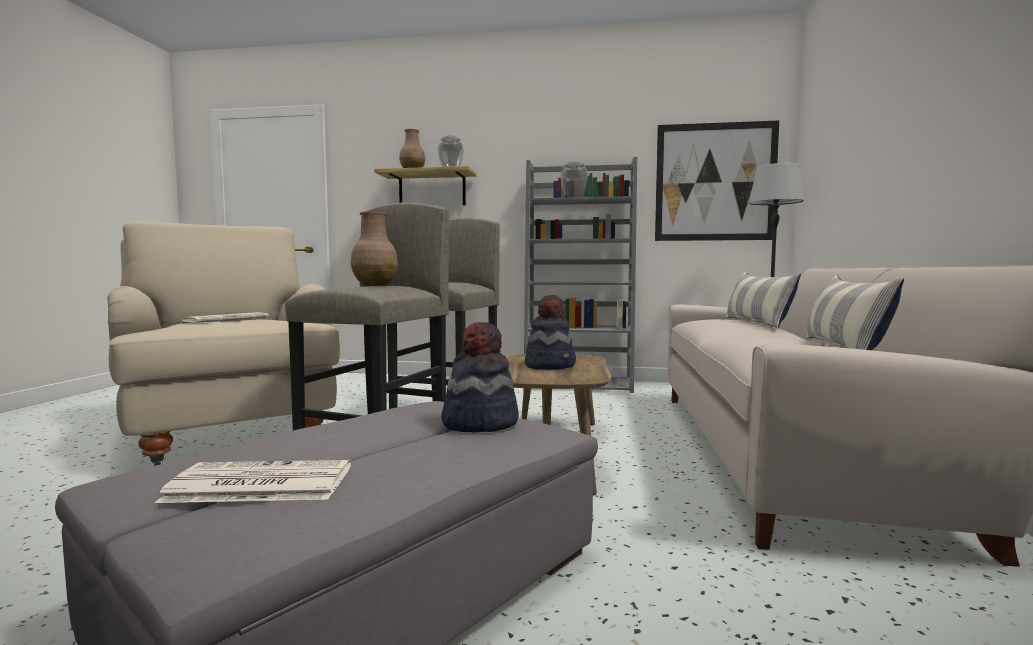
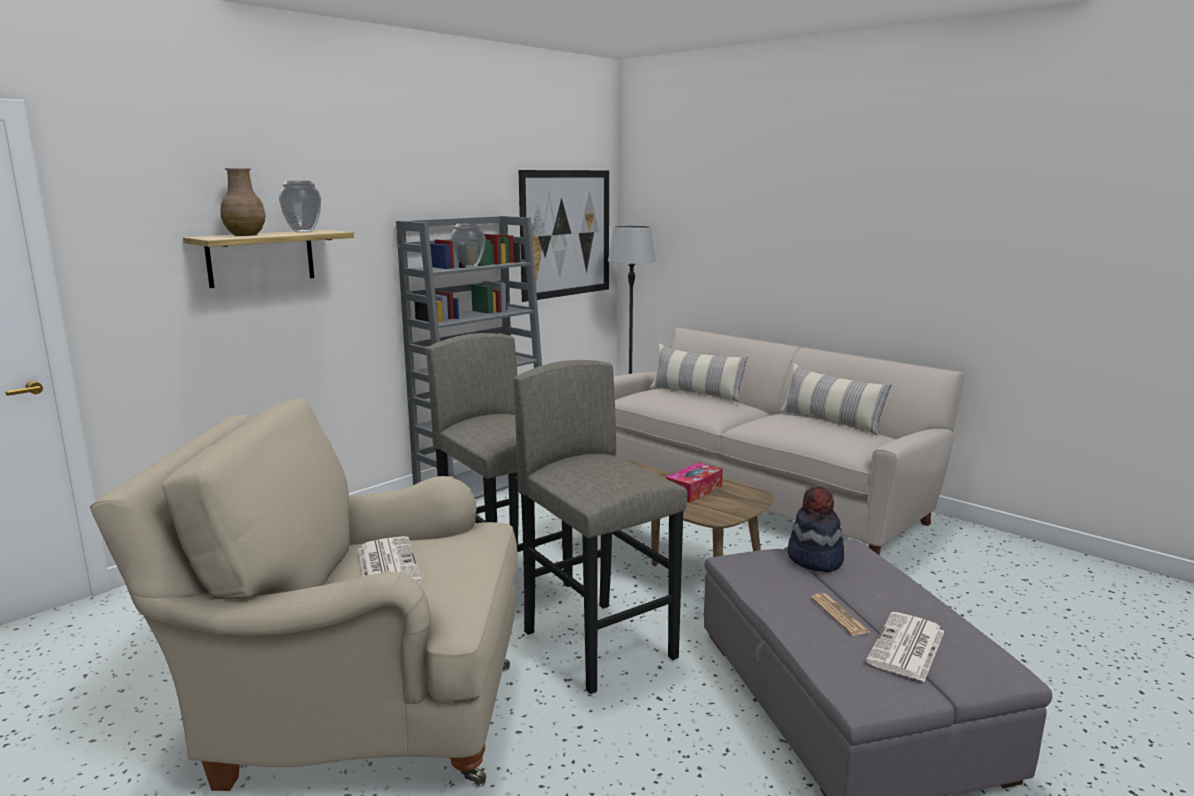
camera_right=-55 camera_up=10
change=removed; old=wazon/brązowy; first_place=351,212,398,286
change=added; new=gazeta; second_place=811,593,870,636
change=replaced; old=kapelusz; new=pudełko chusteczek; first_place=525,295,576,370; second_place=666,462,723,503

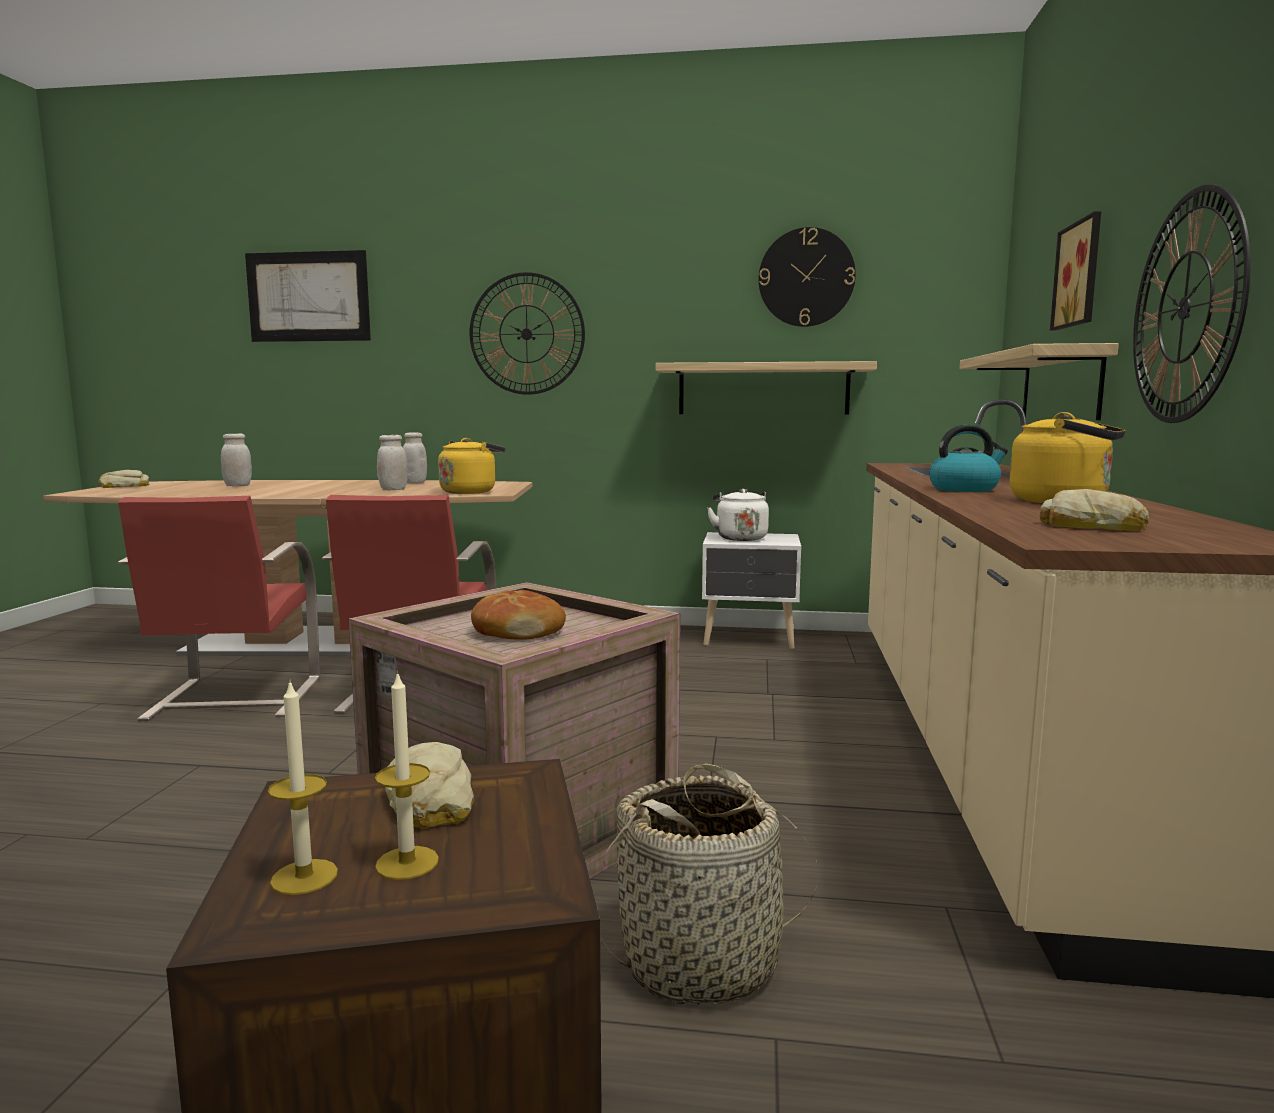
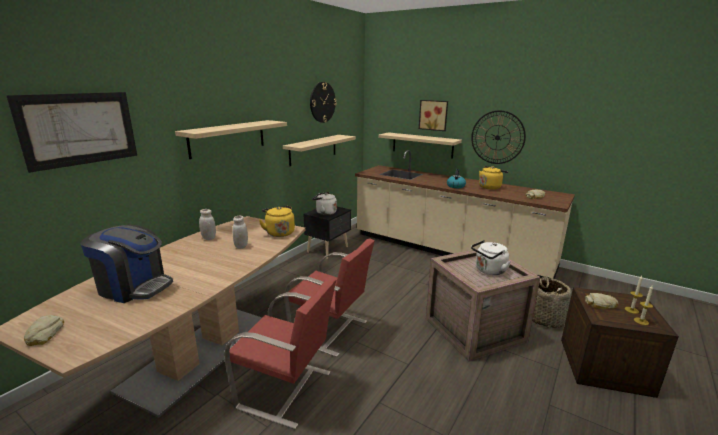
camera_right=-65 camera_up=10
change=replaced; old=słoik/biały; new=ekspres do kawy; first_place=221,433,252,487; second_place=80,225,173,303
change=replaced; old=zegar ścienny; new=półka; first_place=470,272,585,395; second_place=175,120,287,159
change=replaced; old=chleb; new=czajnik/biały; first_place=471,590,566,640; second_place=471,240,511,275
change=recoloured; old=szafka nocna/biały; new=szafka nocna/czarny; first_place=702,532,801,649; second_place=303,207,351,259

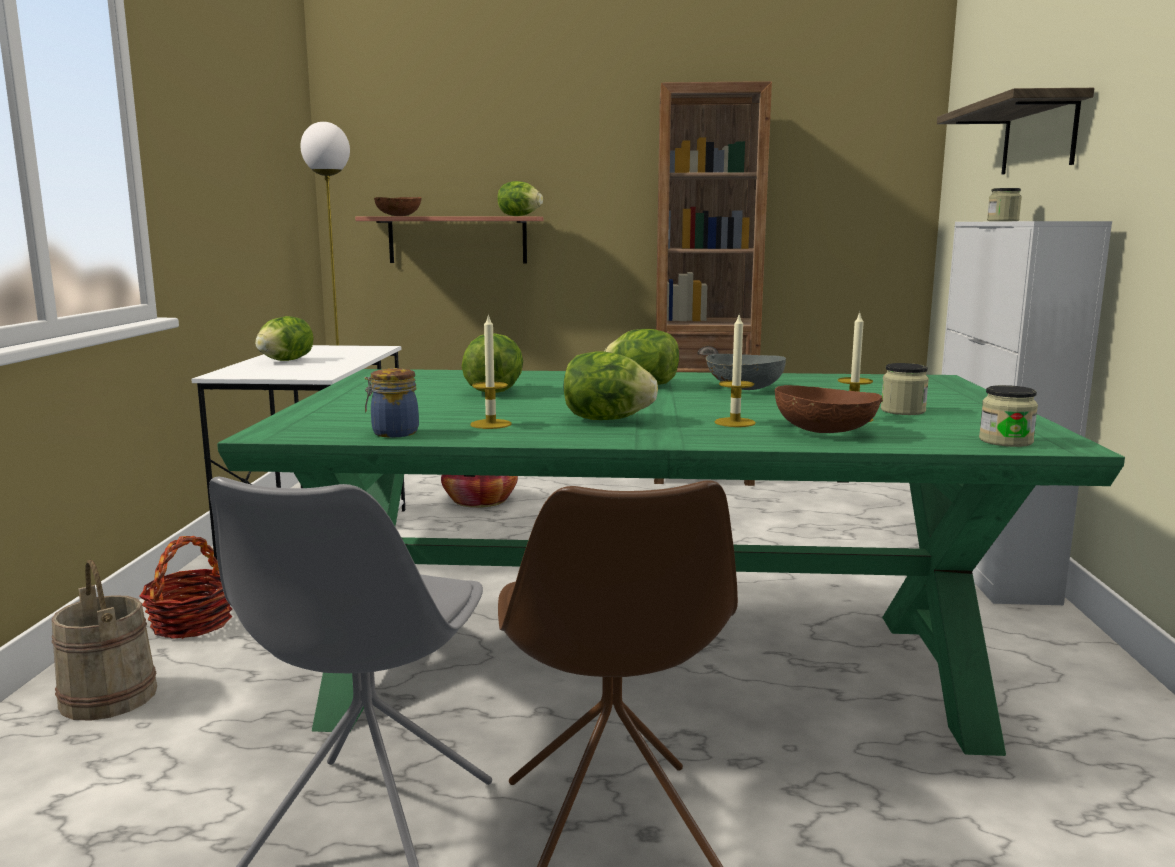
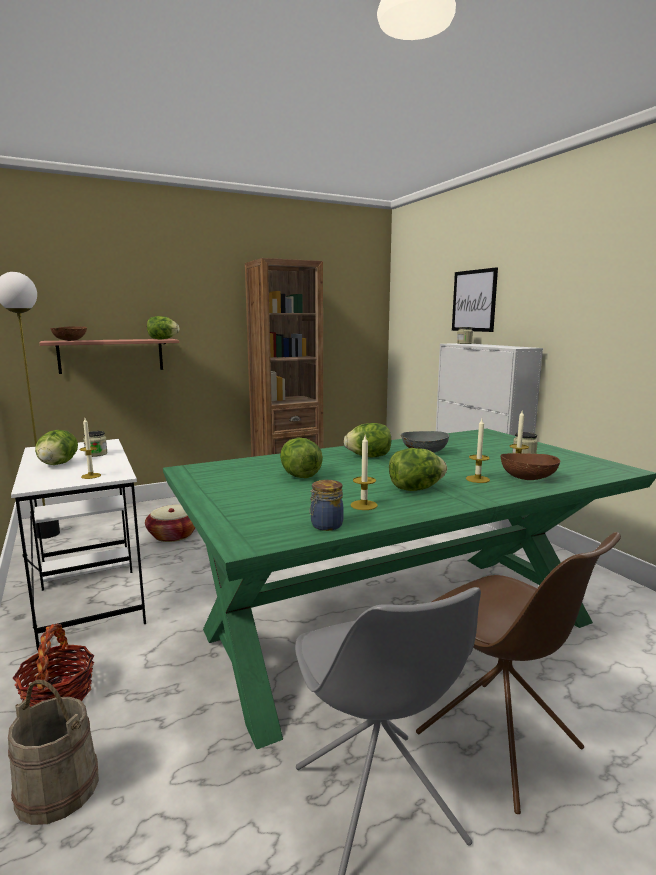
camera_right=-30 camera_up=0
change=added; new=świeca; second_place=80,418,101,479
change=moved; old=słoik; first_place=979,385,1038,447; second_place=83,431,108,457
change=replaced; old=półka; new=obraz; first_place=937,88,1095,174; second_place=452,267,498,332

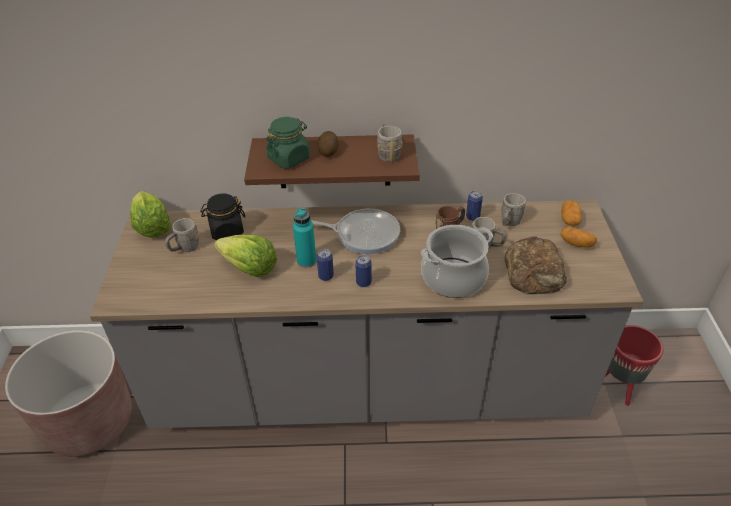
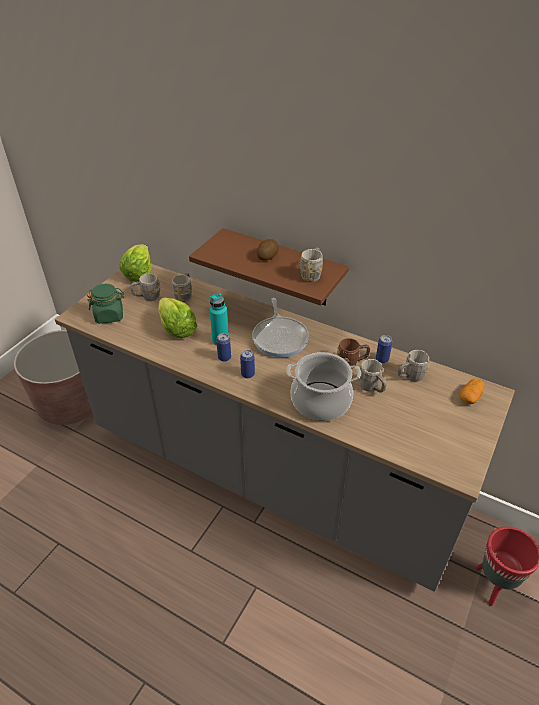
camera_right=30 camera_up=0
change=removed; old=chleb; first_place=505,236,567,294
change=removed; old=ziemniak; first_place=561,227,597,248
change=moved; old=słoik/zielony; first_place=266,117,310,169; second_place=87,284,124,324
change=replaced; old=słoik/czarny; new=kubek/szary; first_place=200,193,245,240; second_place=172,273,192,302
change=turned; old=patelnia; first_place=311,209,400,254; second_place=252,298,309,357; degrees=45

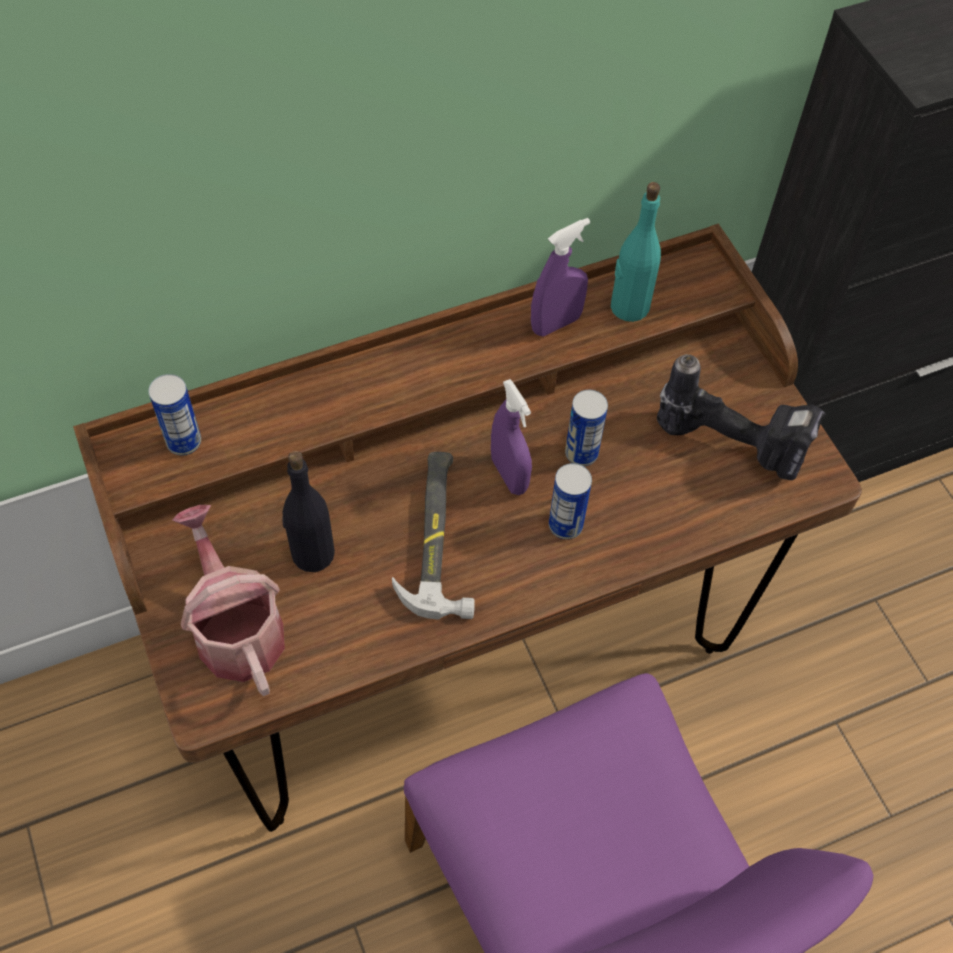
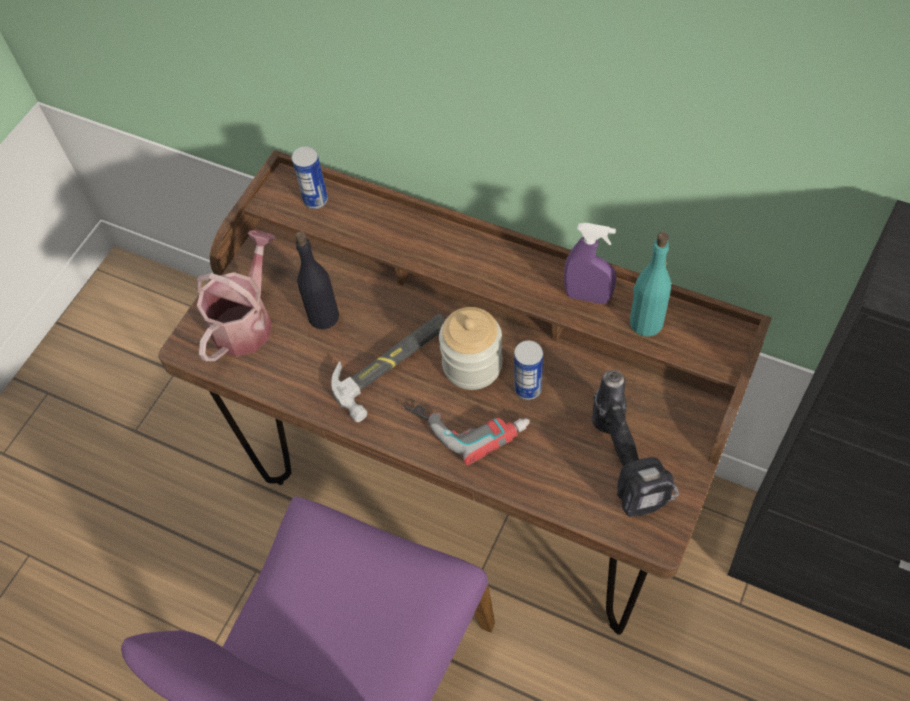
camera_right=55 camera_up=0
change=replaced; old=spryskiwacz/fioletowy; new=słoik; first_place=491,379,532,495; second_place=439,307,503,390
change=replaced; old=puszka; new=wiertarka; first_place=549,463,592,539; second_place=404,405,530,465

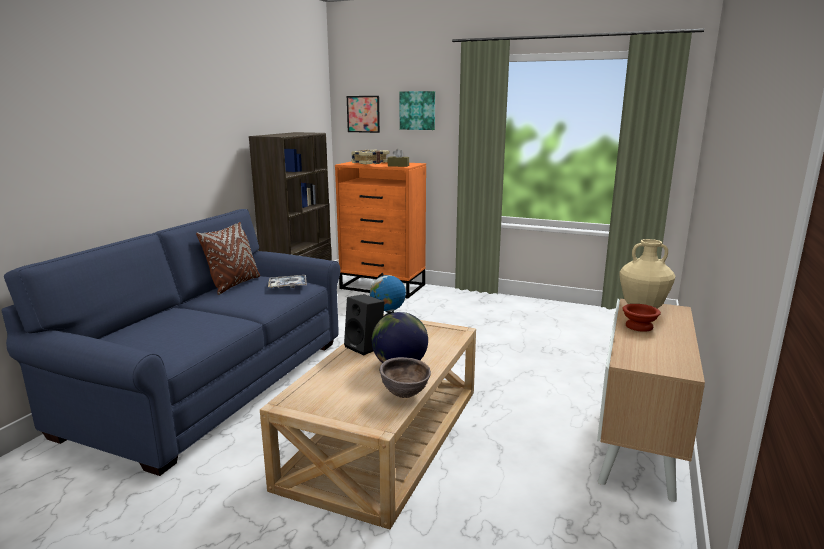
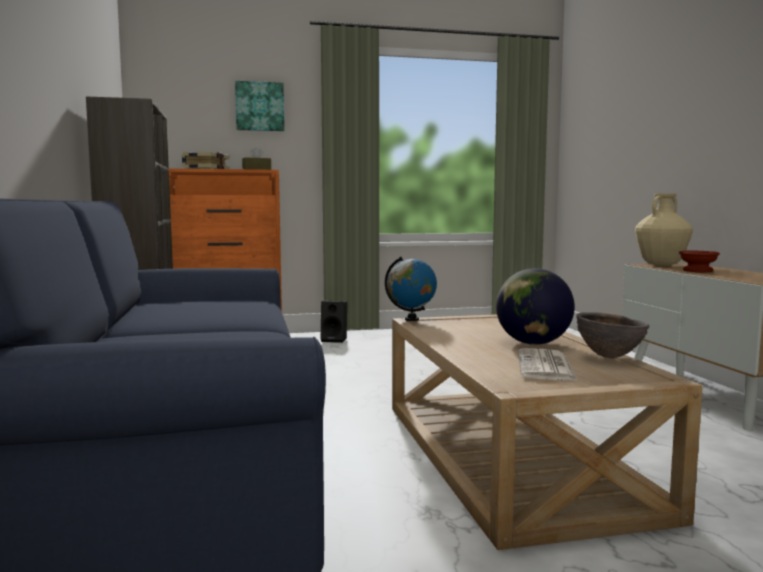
camera_right=-35 camera_up=-10
change=removed; old=poduszka/brązowy; first_place=196,222,260,295
change=removed; old=taca; first_place=268,275,307,288
change=removed; old=obraz; first_place=347,96,380,133
change=added; new=gazeta; second_place=518,349,577,381
change=moved; old=głośnik/czarny; first_place=344,294,385,355; second_place=321,301,347,343

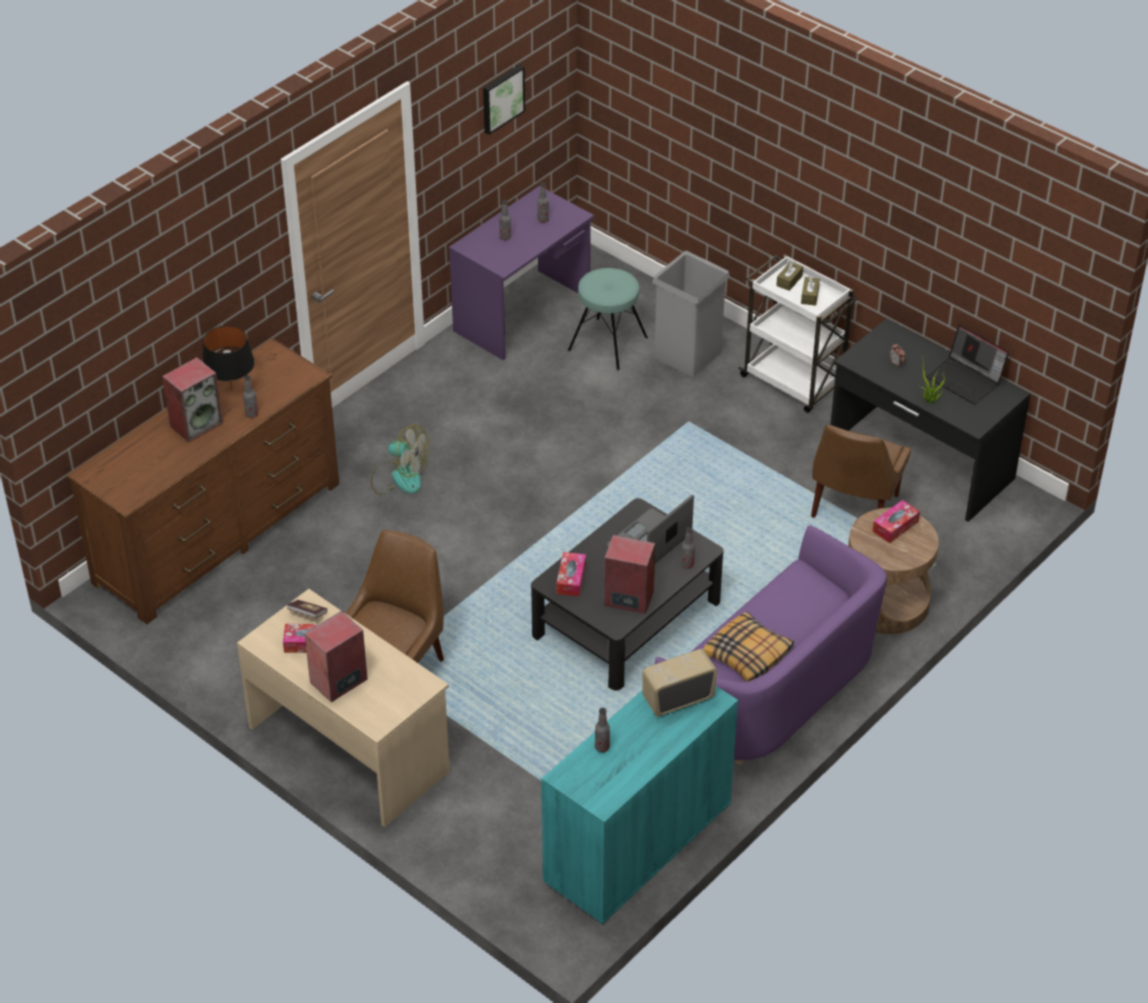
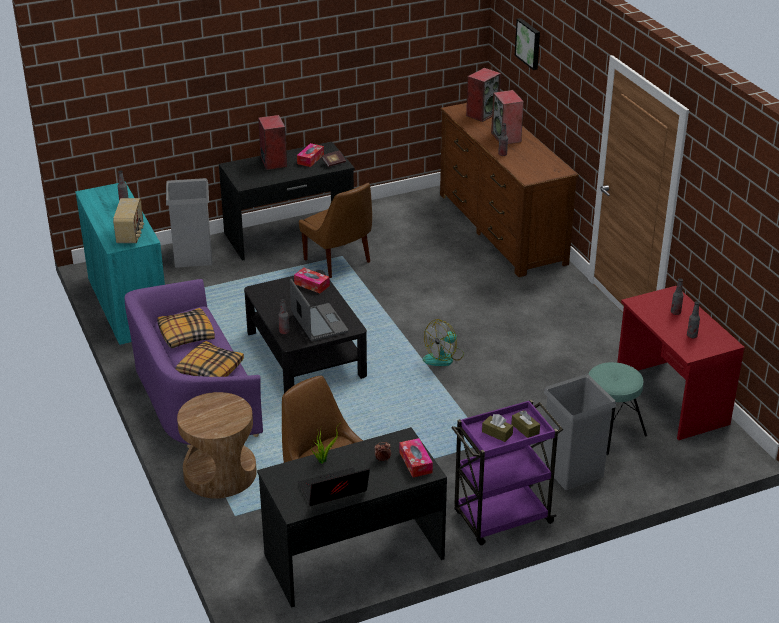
camera_right=115 camera_up=-10
change=removed; old=lampa stołowa/czarny; first_place=203,326,255,390
change=added; new=kosz na śmieci/szary; second_place=166,178,212,268
change=added; new=poduszka; second_place=175,341,244,377
change=moved; old=wentylator; first_place=371,424,429,495; second_place=423,319,464,366
change=moved; old=obraz; first_place=483,65,525,135; second_place=515,18,540,70
change=moved; old=głośnik; first_place=604,535,655,614; second_place=466,68,501,122
change=moved; old=pudełko chusteczek; first_place=872,500,920,543; second_place=400,438,433,477
change=recoloured; old=biurko/beżowy; new=biurko/czarny; first_place=237,589,450,827; second_place=219,142,355,261
change=recoloured; old=biurko/fioletowy; new=biurko/czerwony; first_place=449,186,594,360; second_place=617,286,745,440
change=recoloured; old=wózek/biały; new=wózek/fioletowy; first_place=738,254,858,413; second_place=452,400,563,545

